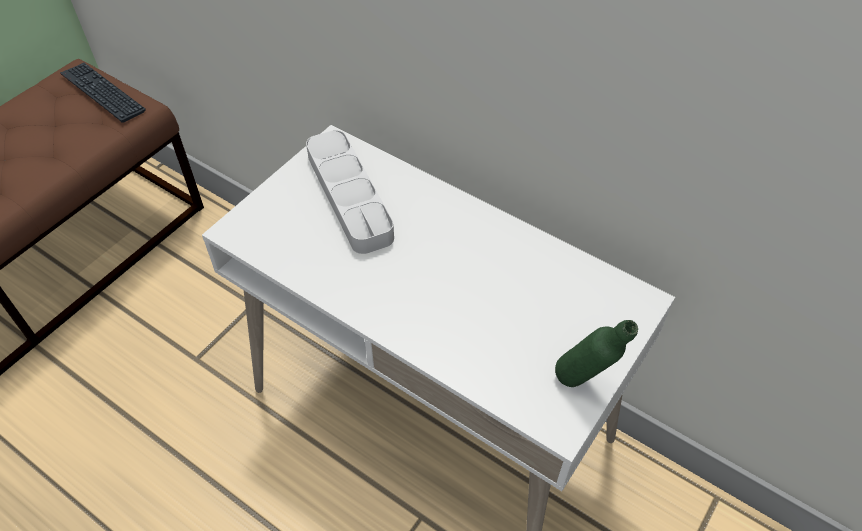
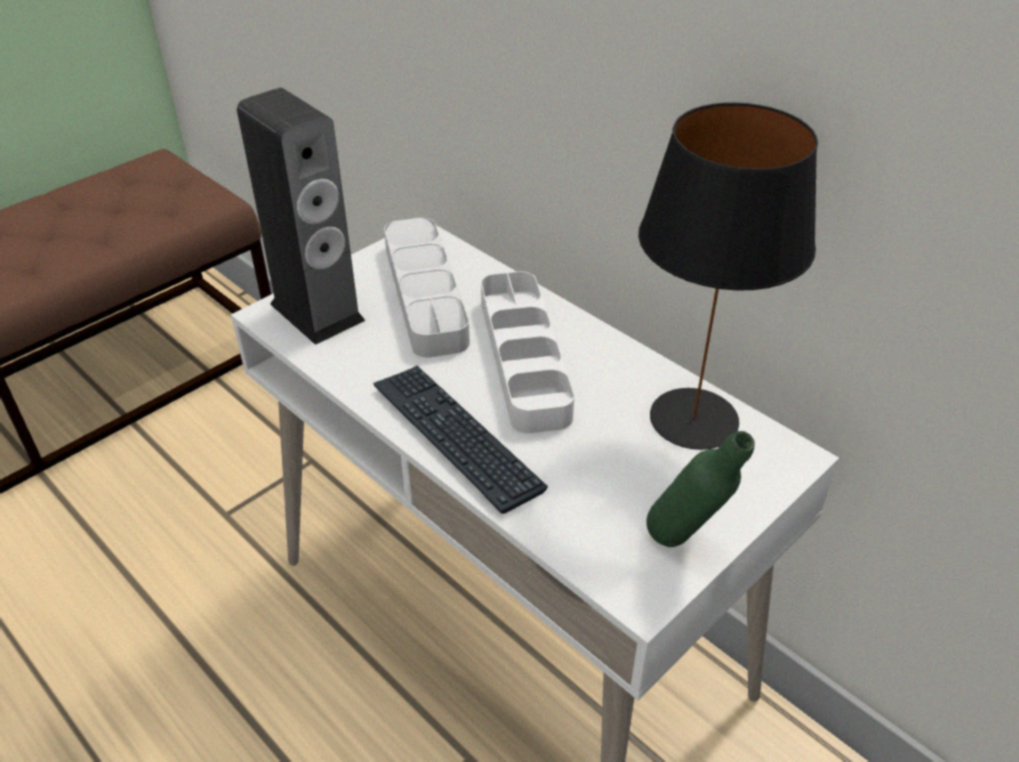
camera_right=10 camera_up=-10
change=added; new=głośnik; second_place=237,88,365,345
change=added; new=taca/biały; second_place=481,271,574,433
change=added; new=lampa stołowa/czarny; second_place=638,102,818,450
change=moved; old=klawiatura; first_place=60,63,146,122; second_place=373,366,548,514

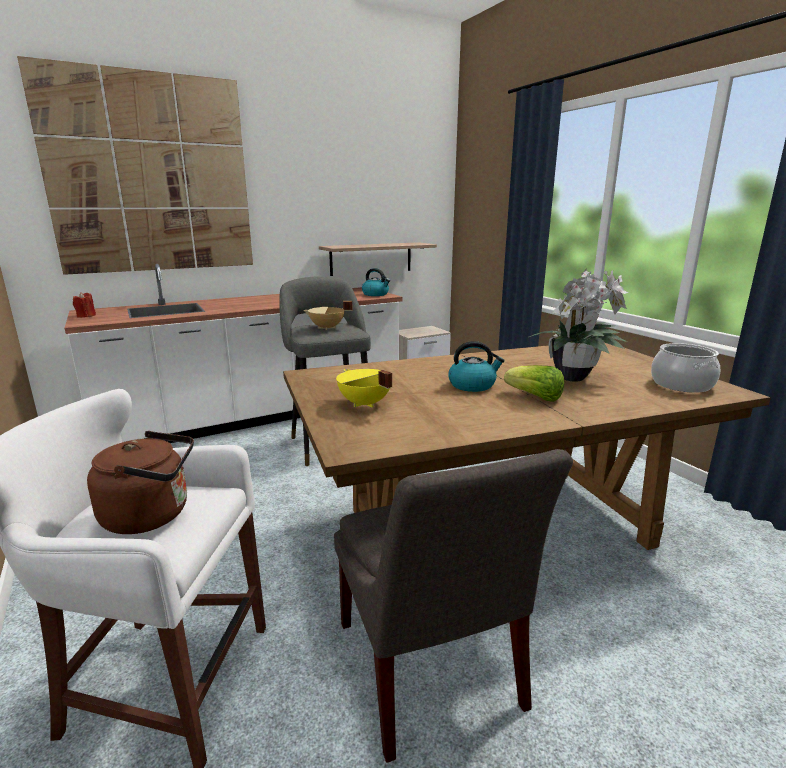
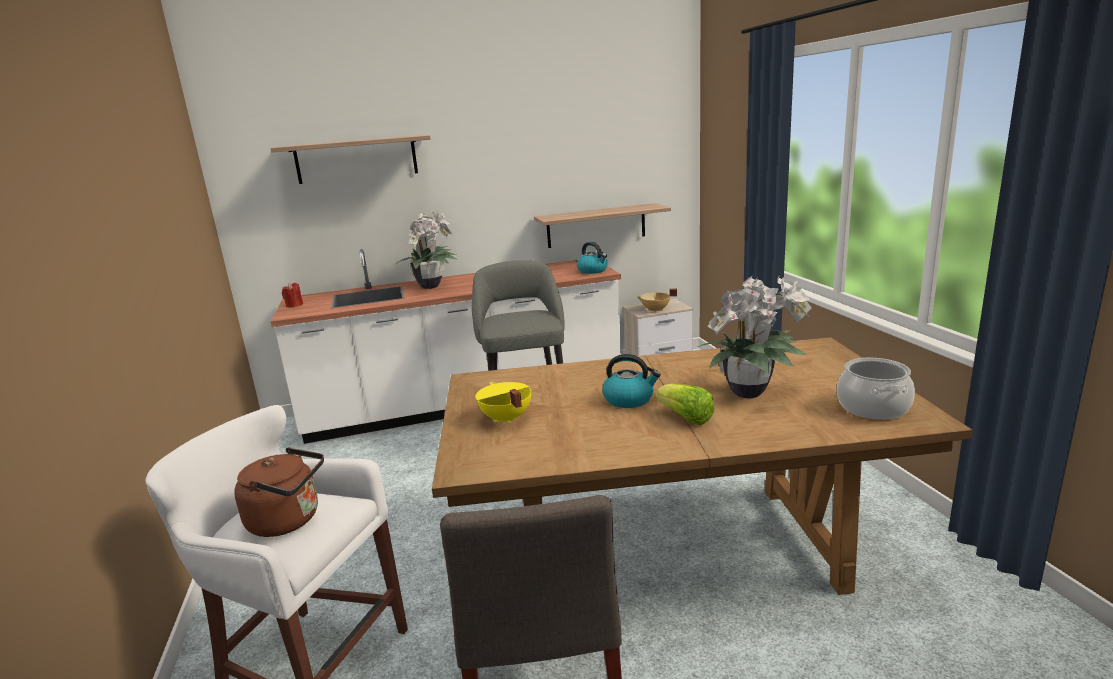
camera_right=15 camera_up=0
change=added; new=roślina doniczkowa; second_place=394,211,456,289
change=moved; old=garnek/beżowy; first_place=303,301,353,330; second_place=636,288,677,313
change=replaced; old=obraz; new=półka; first_place=17,56,253,275; second_place=270,135,431,184

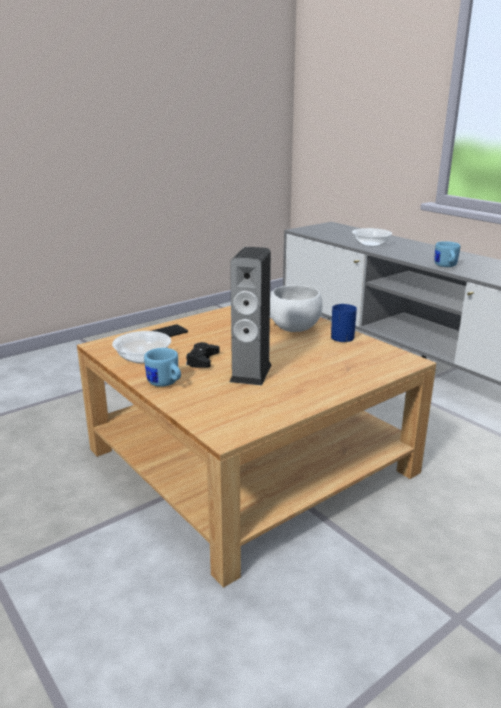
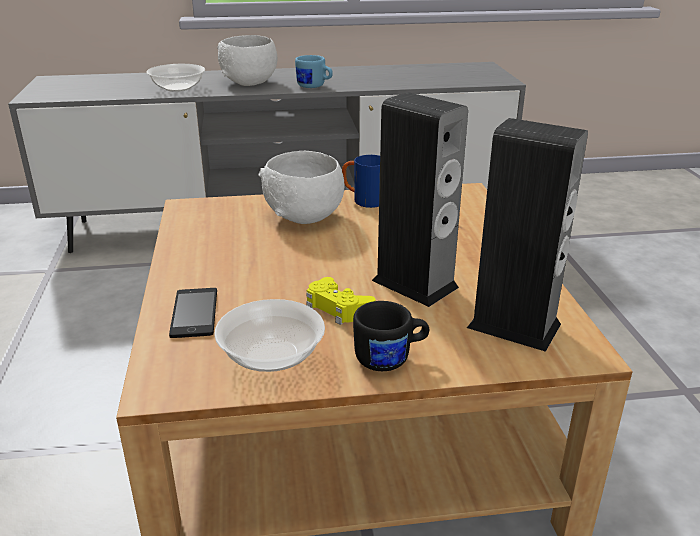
camera_right=-60 camera_up=5
change=added; new=miska/biały; second_place=217,35,278,86
change=added; new=głośnik; second_place=467,118,588,352
change=recoloured; old=kubek/niebieski; new=kubek/czarny; first_place=144,348,181,387; second_place=353,301,429,371
change=recoloured; old=pad do gier/czarny; new=pad do gier/żółty; first_place=186,342,219,368; second_place=306,277,375,325

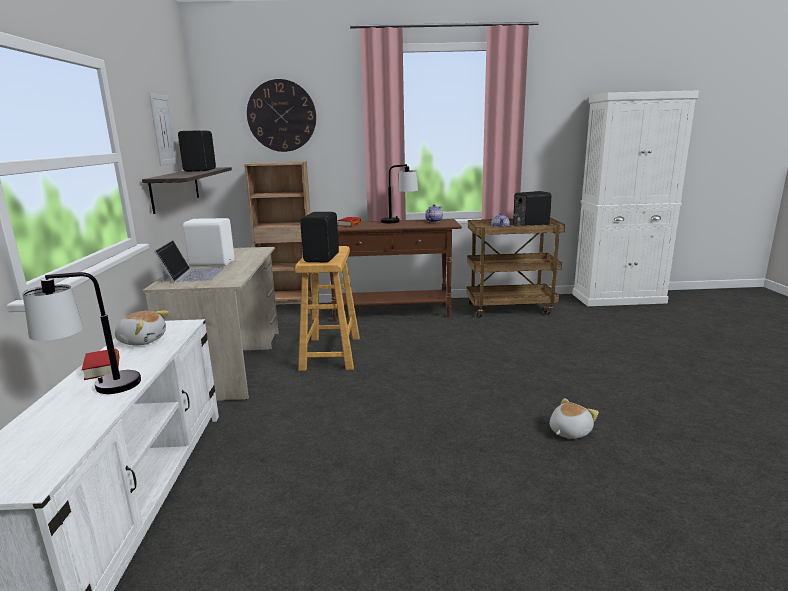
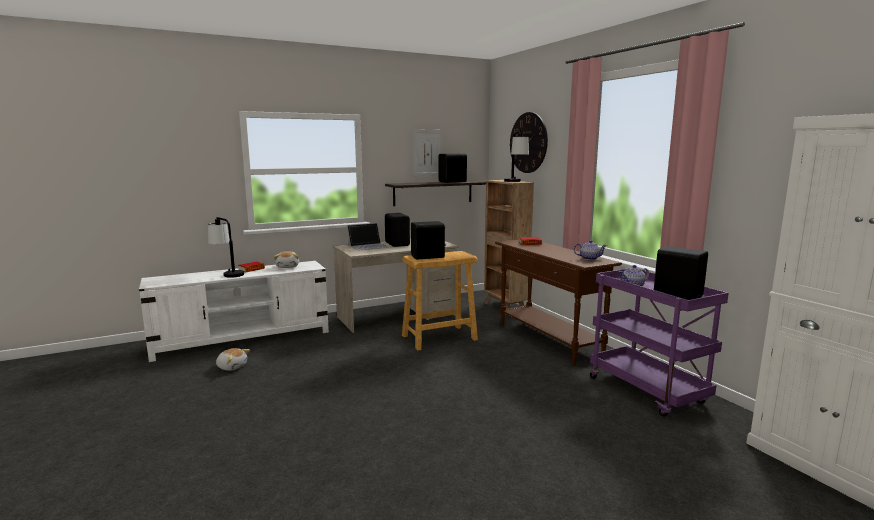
camera_right=65 camera_up=-5
change=moved; old=lampa stołowa; first_place=381,164,418,223; second_place=504,131,529,182
change=moved; old=pluszak; first_place=550,398,599,439; second_place=216,348,250,371
change=recoloured; old=głośnik/biały; new=głośnik/czarny; first_place=183,218,235,266; second_place=385,213,410,247
change=recoloured; old=wózek/brązowy; new=wózek/fioletowy; first_place=466,218,565,318; second_place=590,269,729,417

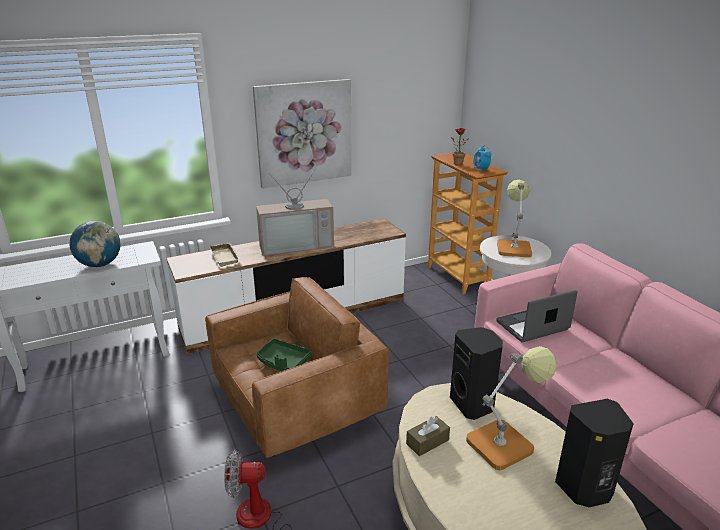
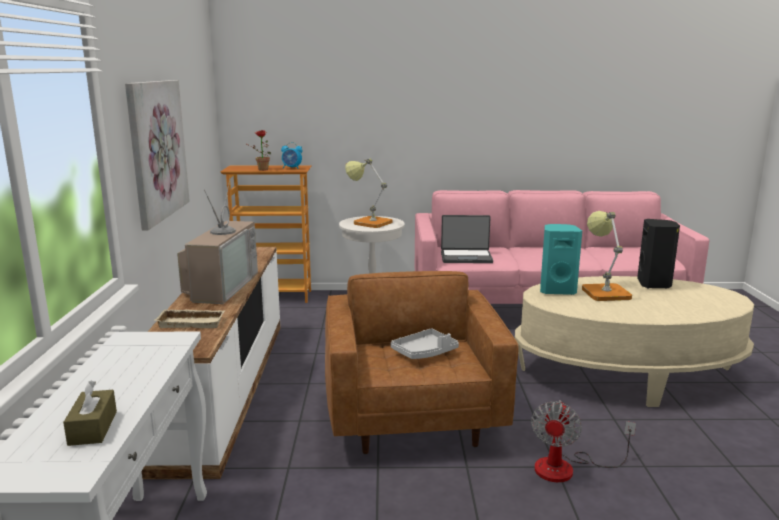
camera_right=-65 camera_up=-10
change=removed; old=globus; first_place=69,221,120,267
change=moved; old=pudełko chusteczek/brązowy; first_place=406,416,450,456; second_place=63,381,117,446
change=recoloured; old=taca/zielony; new=taca/szary; first_place=257,338,312,371; second_place=391,328,459,359
change=recoloured; old=głośnik/czarny; new=głośnik/turkusowy; first_place=450,327,503,420; second_place=540,224,582,295
change=turned; old=laptop; first_place=496,290,578,342; second_place=441,215,493,263; degrees=-90

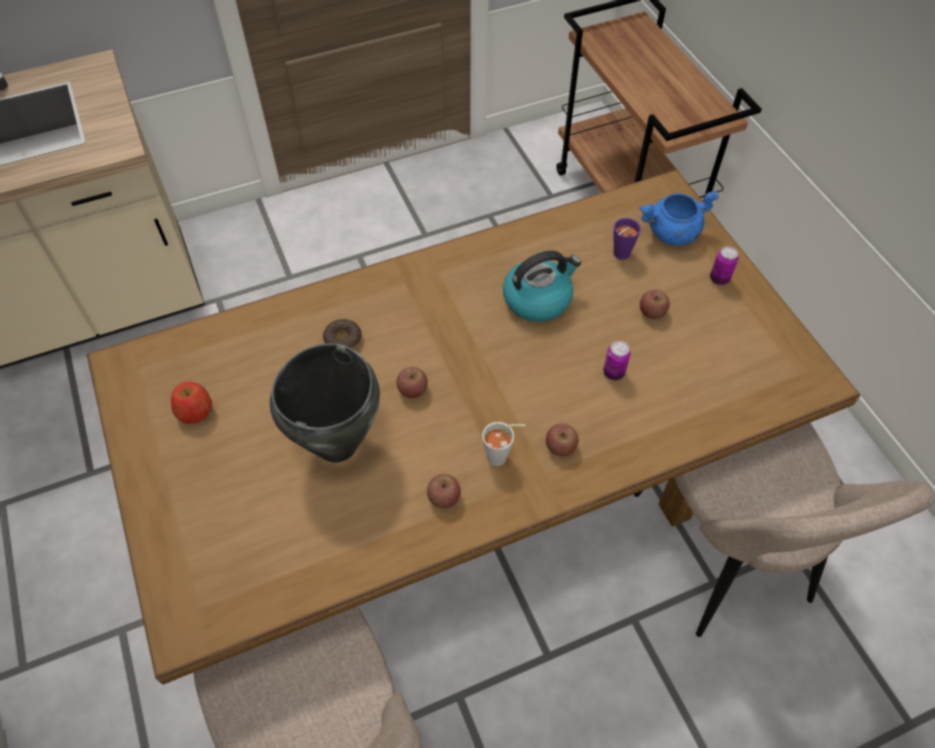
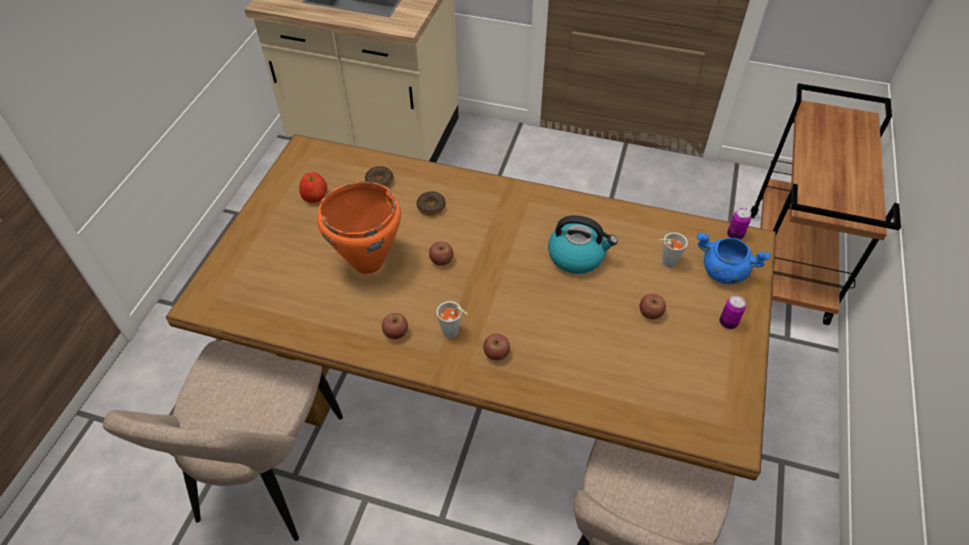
camera_right=40 camera_up=-5
change=added; new=donut; second_place=365,166,393,187
change=moved; old=puszka; first_place=603,341,631,380; second_place=727,208,751,240
change=recoloured; old=garnek/czarny; new=garnek/pomarańczowy; first_place=270,343,380,462; second_place=317,182,401,274
change=recoloured; old=filiżanka/fioletowy; new=filiżanka/szary; first_place=614,218,641,260; second_place=659,232,688,268

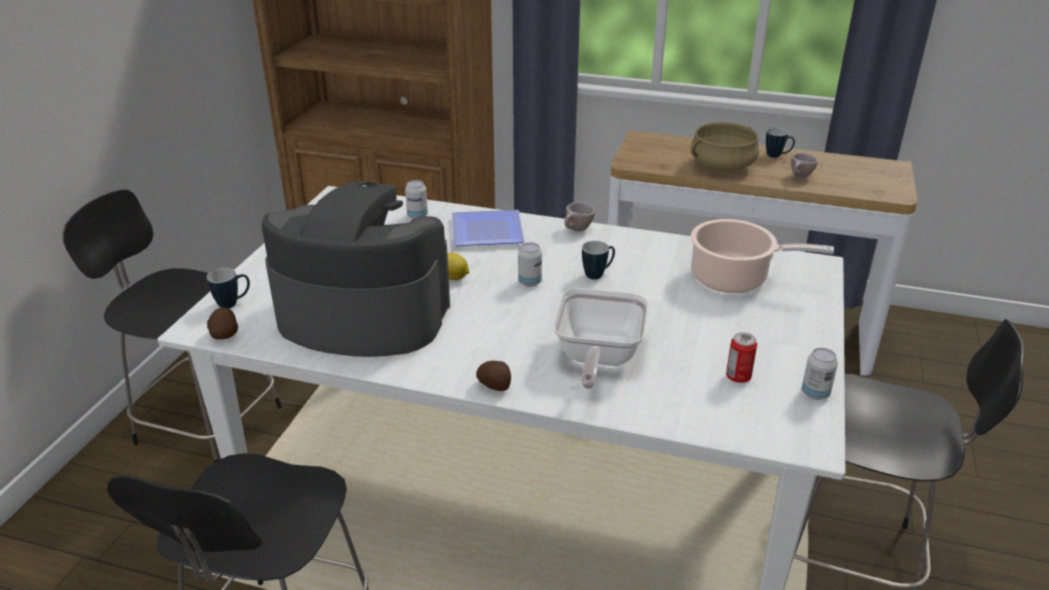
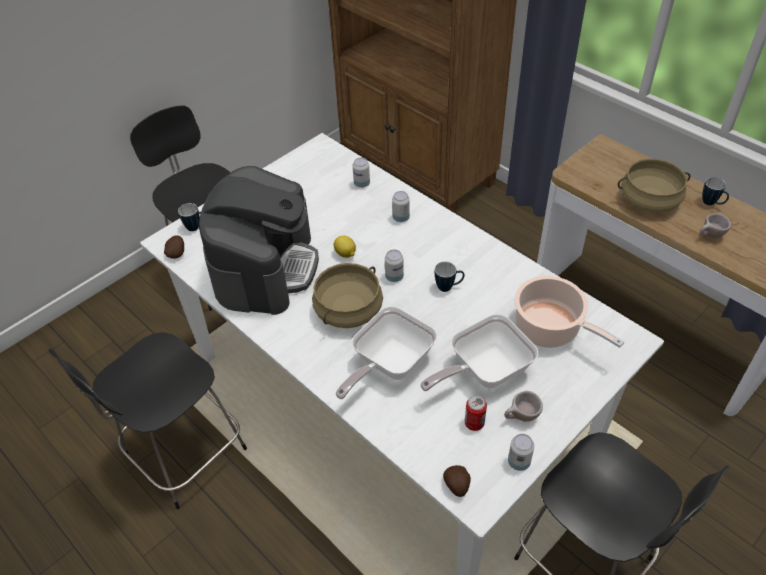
camera_right=30 camera_up=15
change=added; new=garnek/beżowy; second_place=312,263,383,328
change=added; new=patelnia; second_place=421,314,538,391
change=moved; old=ziemniak; first_place=476,361,511,391; second_place=443,465,471,497
change=moved; old=filiżanka/beżowy; first_place=564,202,595,231; second_place=504,391,543,422
change=replaced; old=talerz; new=puszka; first_place=452,210,525,246; second_place=392,191,410,222
change=turned; old=ekspres do kawy; first_place=262,181,450,357; second_place=199,166,319,315; degrees=60

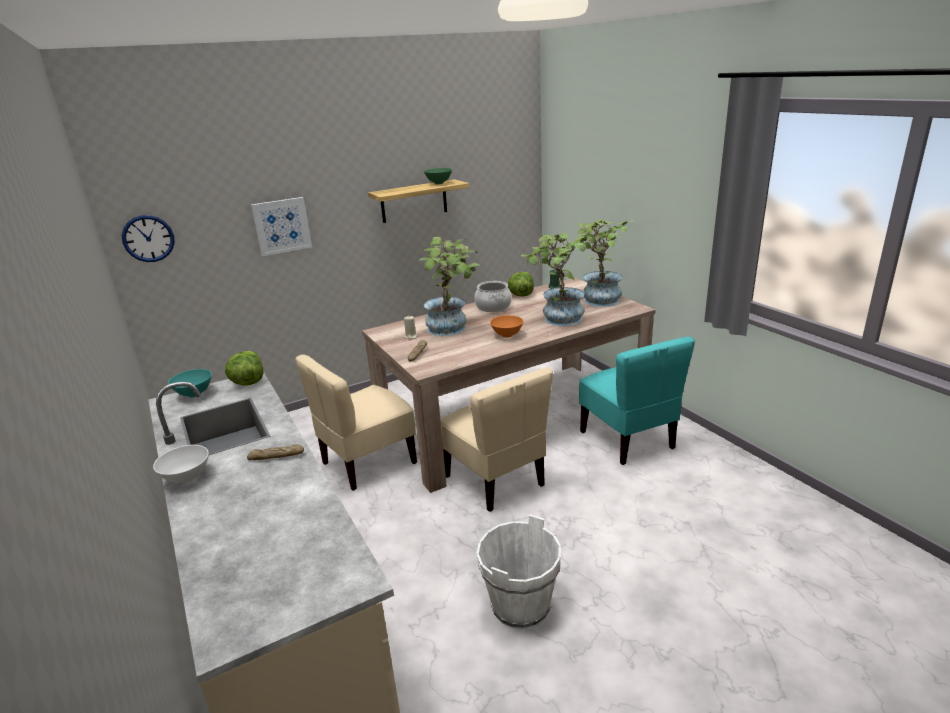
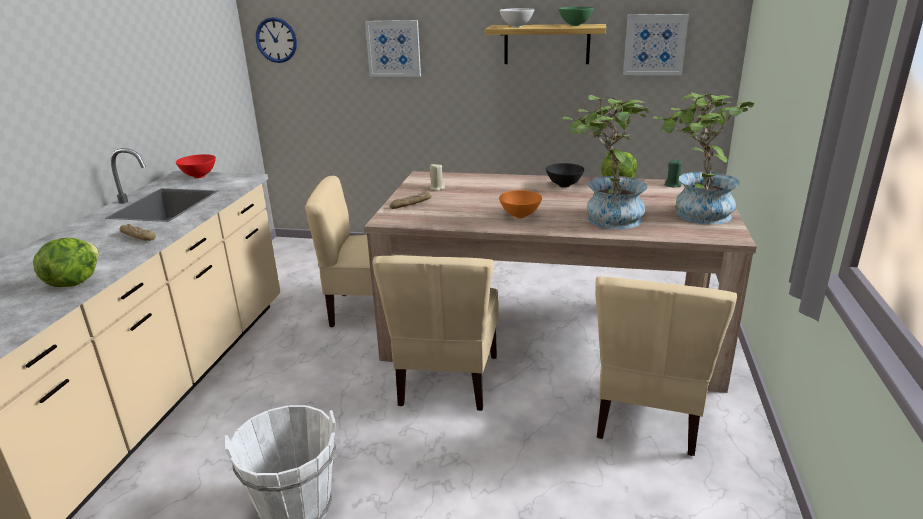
camera_right=40 camera_up=0
change=removed; old=roślina doniczkowa; first_place=418,237,479,336
change=added; new=obraz; second_place=623,14,689,75
change=moved; old=miska/biały; first_place=153,445,209,483; second_place=499,8,535,28
change=moved; old=sałata; first_place=225,351,263,386; second_place=33,238,99,287
change=replaced; old=garnek; new=miska/czarny; first_place=475,281,511,312; second_place=546,163,584,188
change=recoloured; old=miska/turkusowy; new=miska/czerwony; first_place=168,369,212,397; second_place=176,154,216,178
change=recoloured; old=krzesło/turkusowy; new=krzesło/beżowy; first_place=579,337,695,465; second_place=595,277,737,456

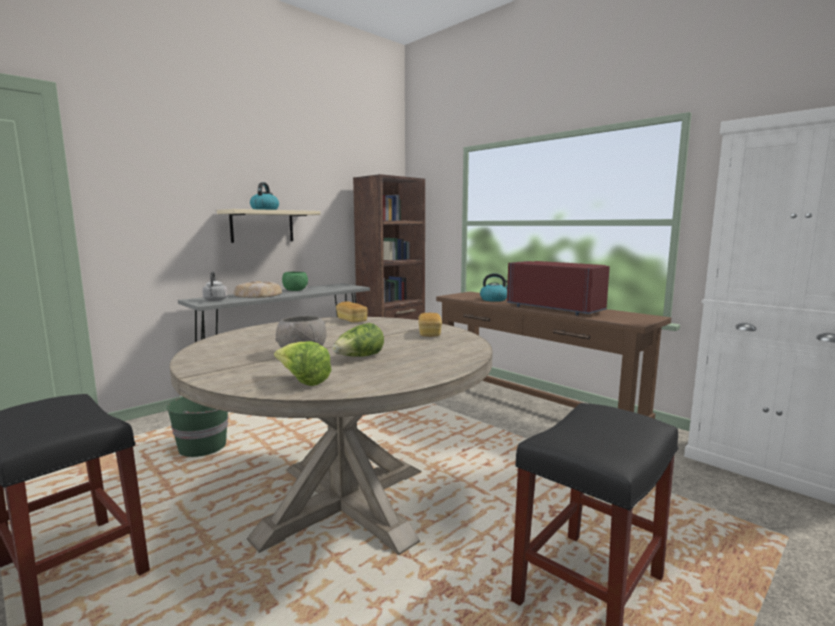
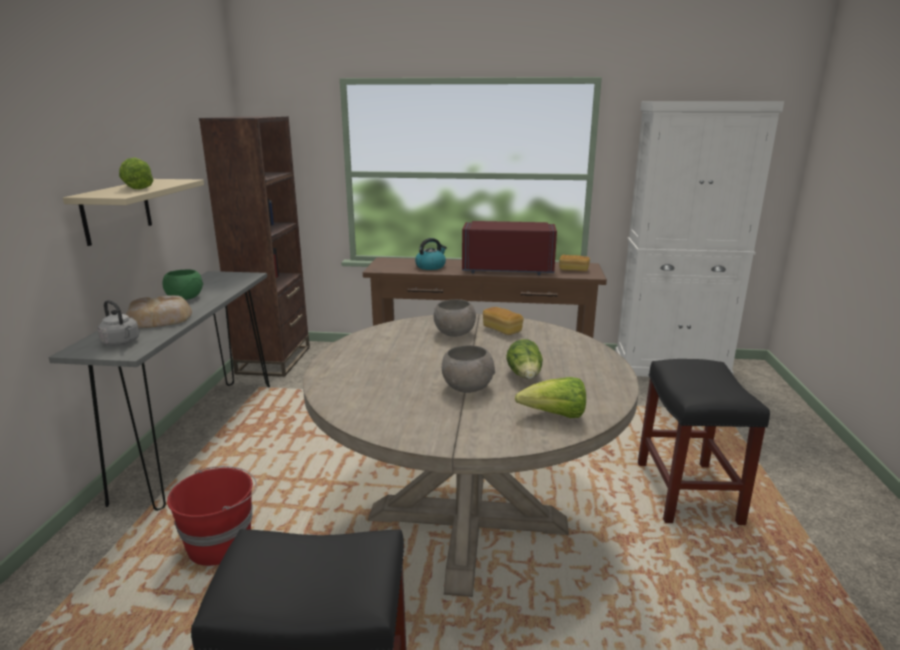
camera_right=-40 camera_up=10
change=added; new=miska/szary; second_place=434,299,476,337
change=moved; old=chleb; first_place=336,301,368,323; second_place=559,255,590,271
change=replaced; old=czajnik; new=sałata; first_place=250,182,279,210; second_place=119,157,153,189
change=recoloured; old=wiadro/zielony; new=wiadro/czerwony; first_place=167,397,228,457; second_place=167,466,257,566

